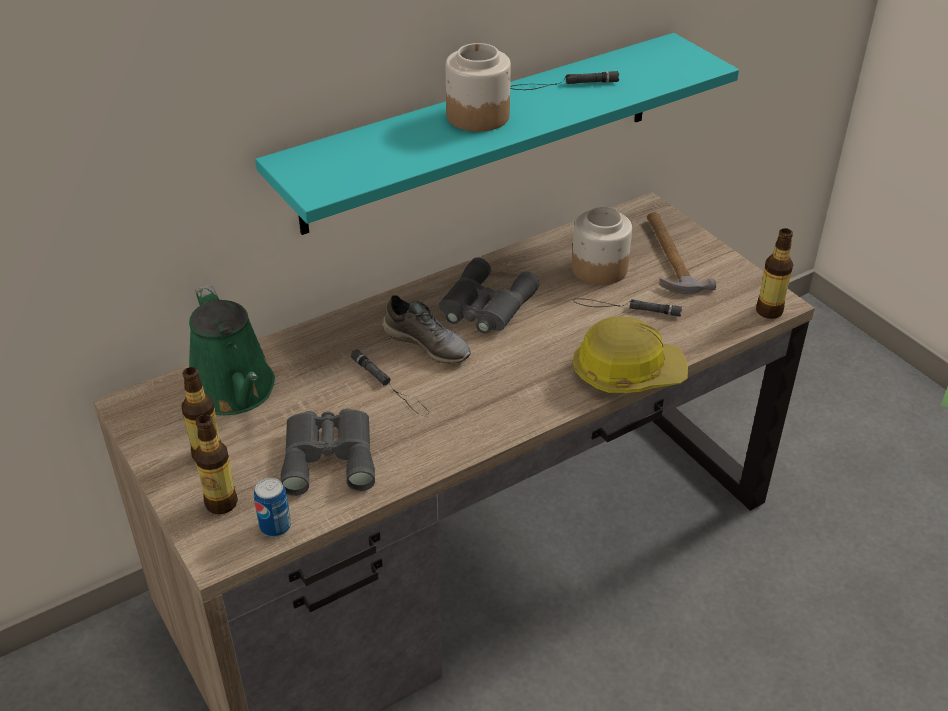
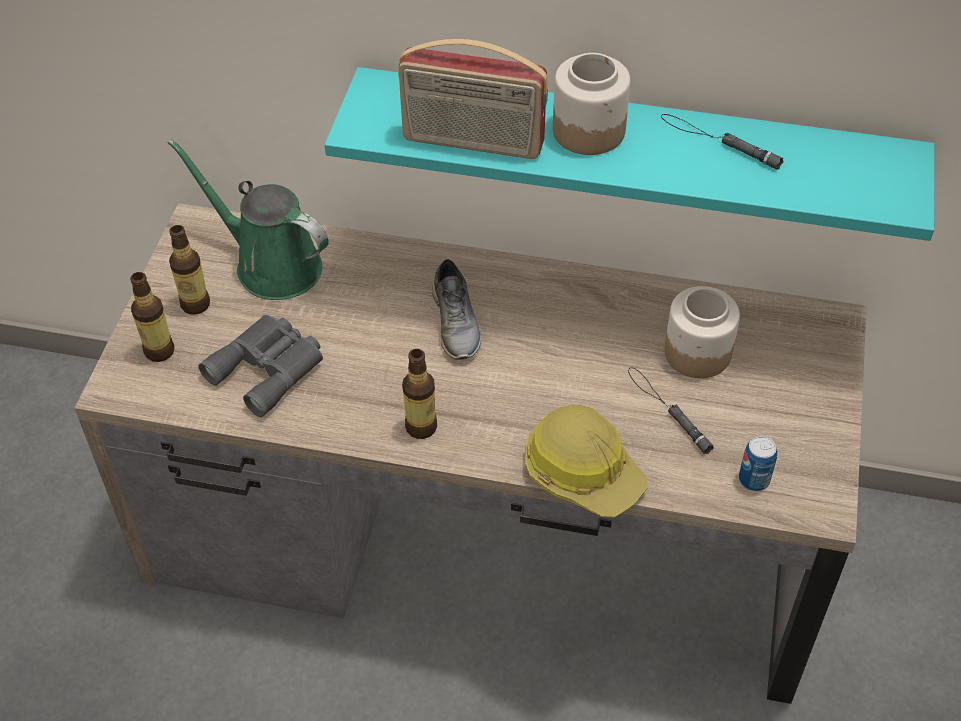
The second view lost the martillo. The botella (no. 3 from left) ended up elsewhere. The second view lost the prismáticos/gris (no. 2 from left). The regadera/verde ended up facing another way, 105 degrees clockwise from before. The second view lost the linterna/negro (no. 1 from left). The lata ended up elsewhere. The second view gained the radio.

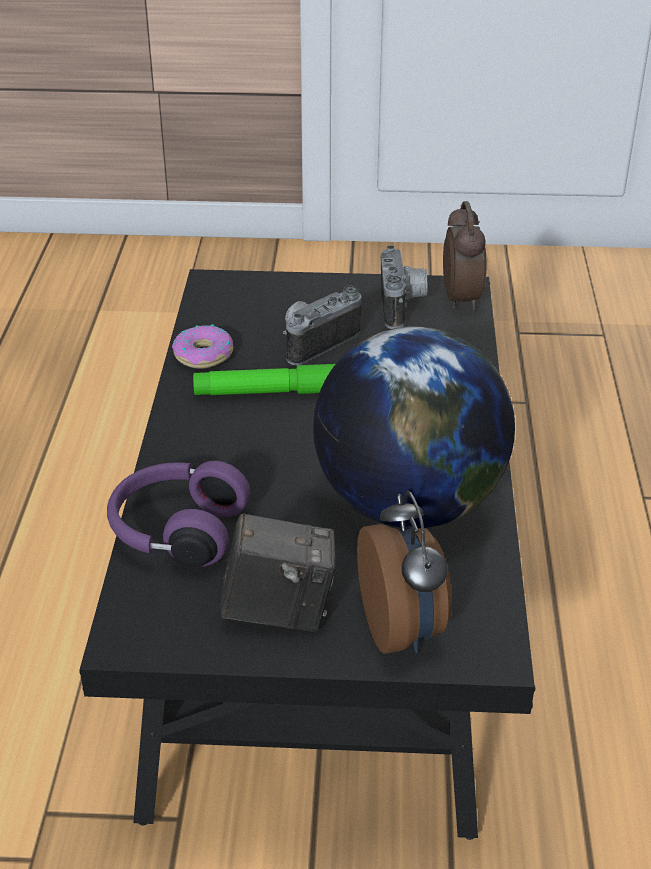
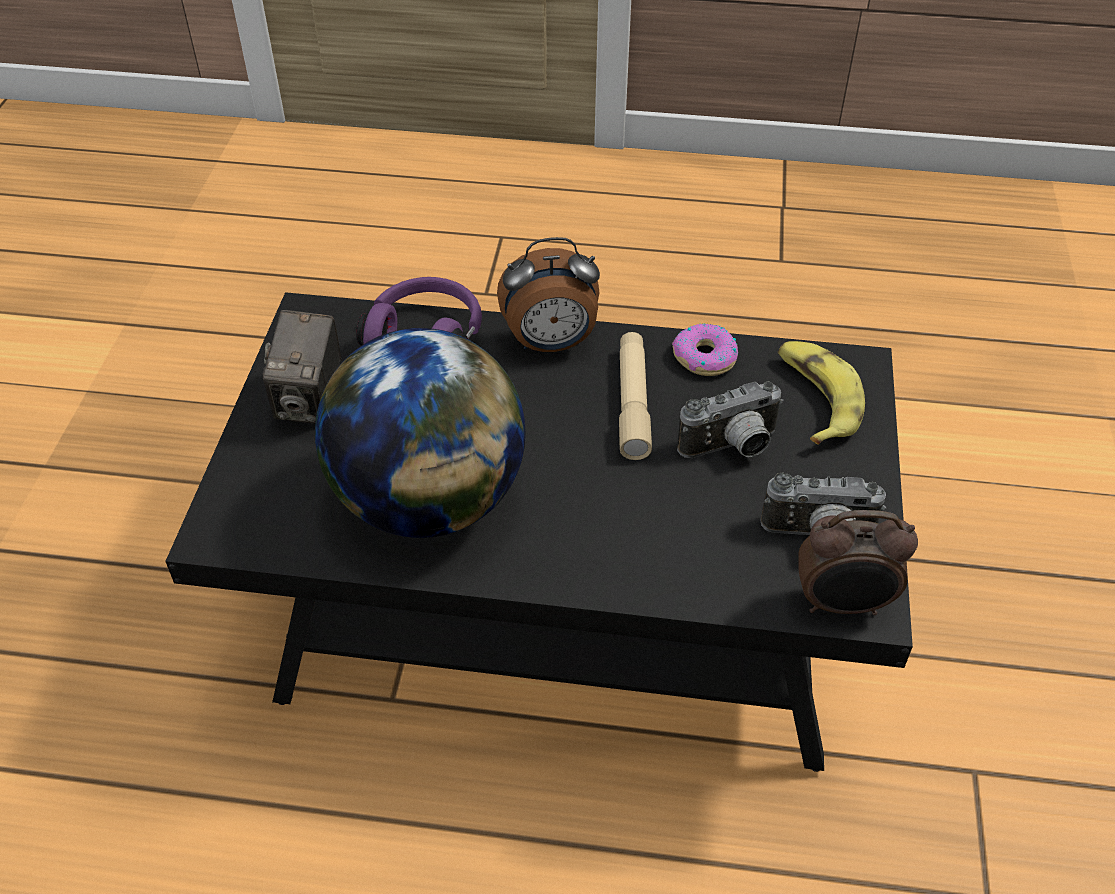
The cámara (no. 2 from left) ended up facing another way, 105 degrees clockwise from before. What was the linterna/verde turned into the linterna/beis. The despertador (no. 1 from left) ended up elsewhere. The second view gained the plátano.

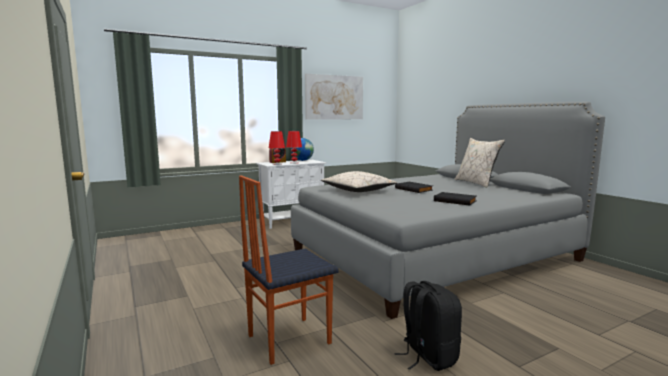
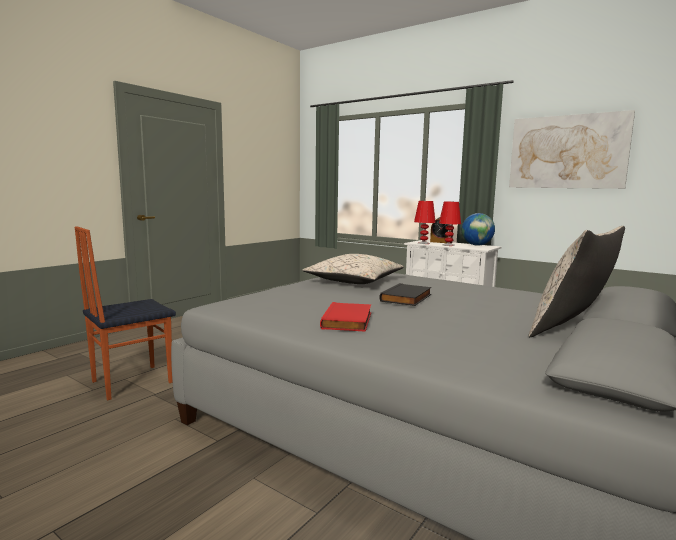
The silla ended up facing another way, 75 degrees counterclockwise from before. What was the libro/negro (no. 2 from left) turned into the libro/rojo. The second view lost the mochila/negro.

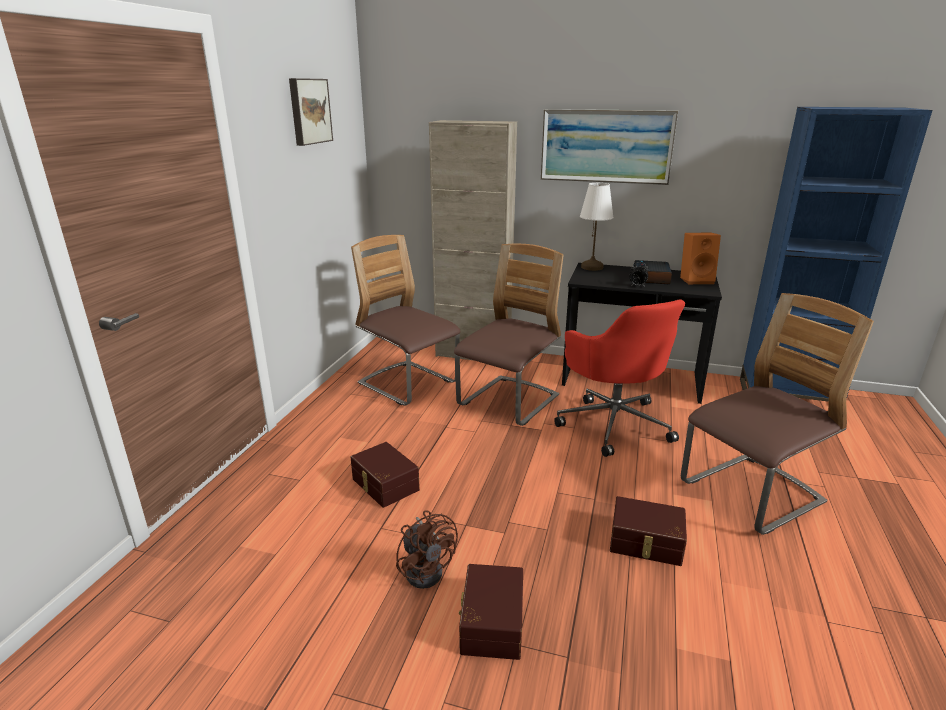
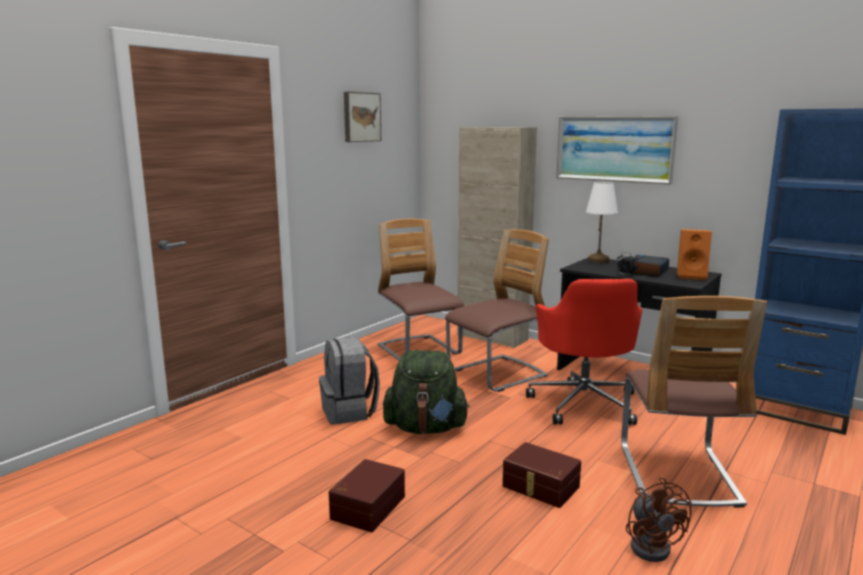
The silla (no. 3 from left) ended up facing another way, 105 degrees clockwise from before. Where the caja de almacenaje/marrón (no. 1 from left) stood, the mochila/gris came to stand. The ventilador/marrón ended up elsewhere. The second view gained the mochila/verde.

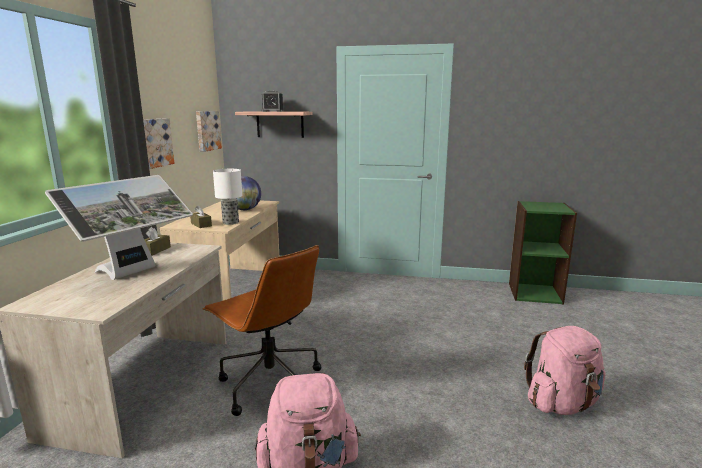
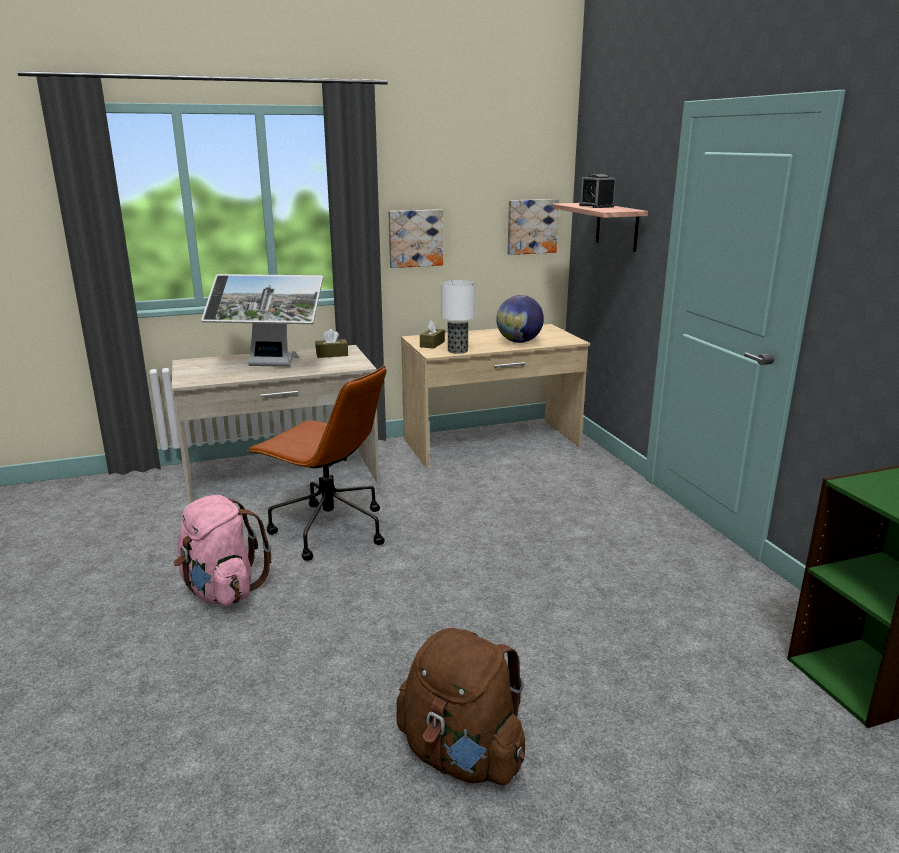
The silla de oficina/marrón ended up facing another way, 75 degrees counterclockwise from before. What was the mochila/rosa (no. 2 from left) turned into the mochila/marrón.

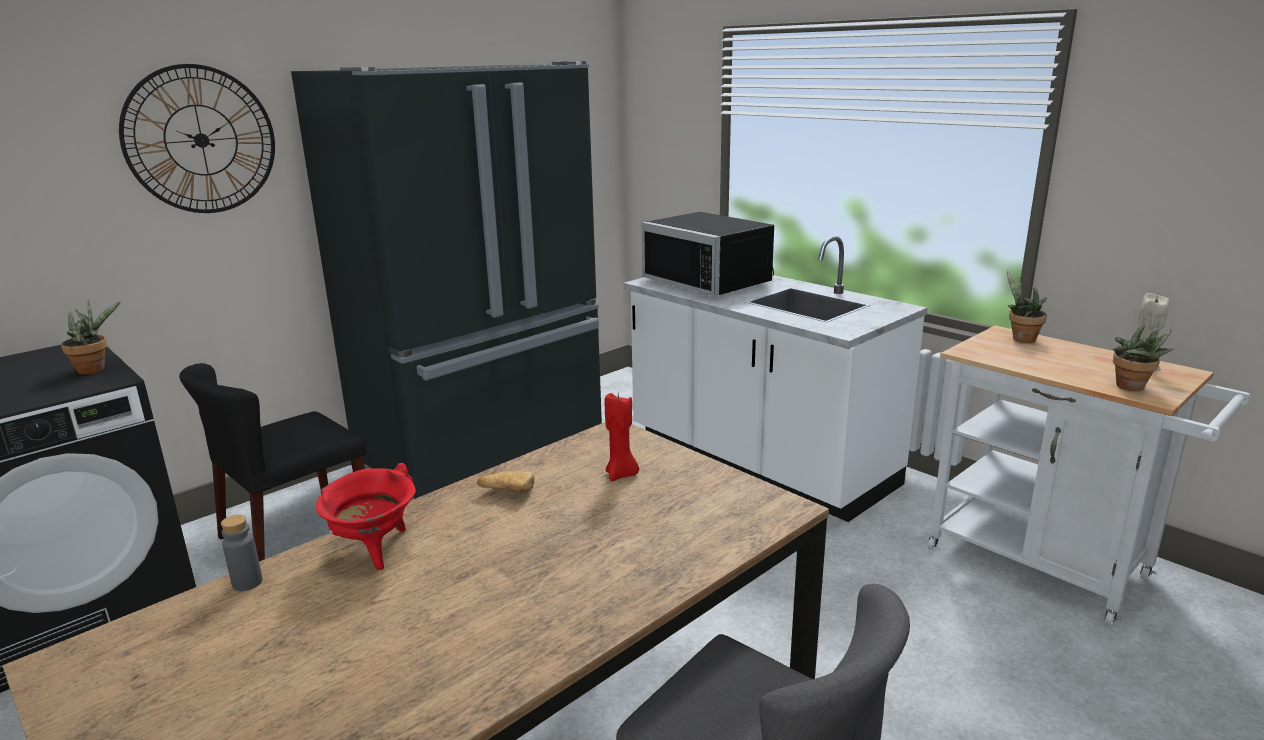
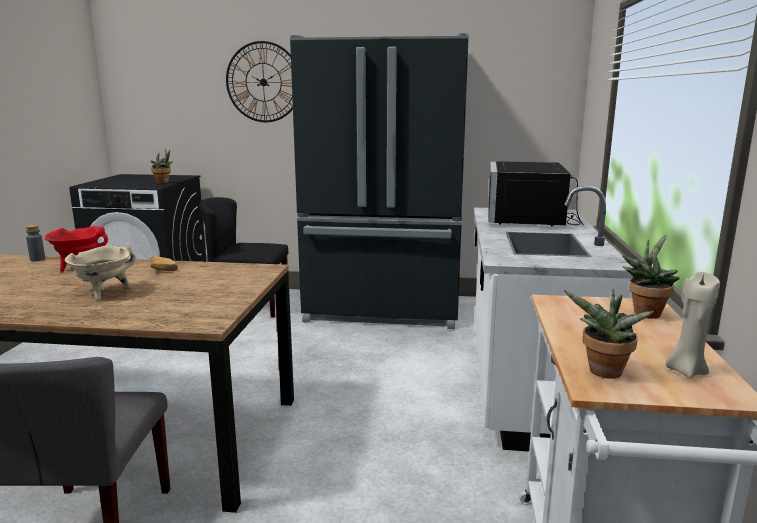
The second view lost the vela/rojo. The second view gained the olla/beis.

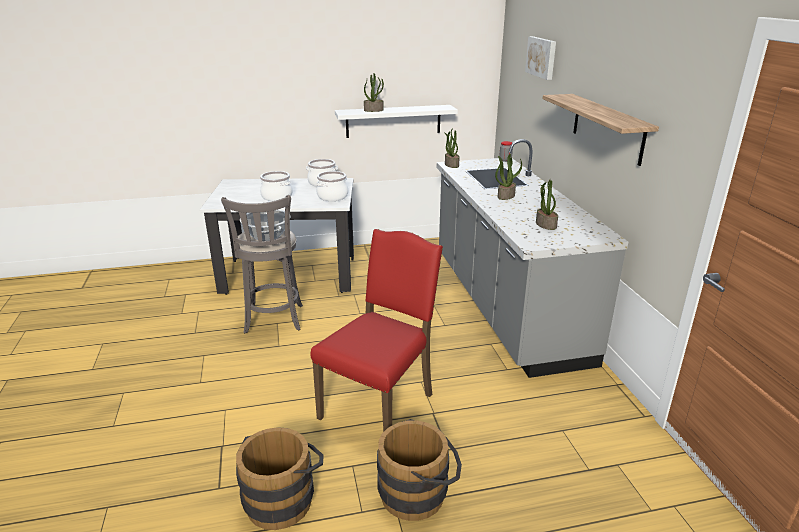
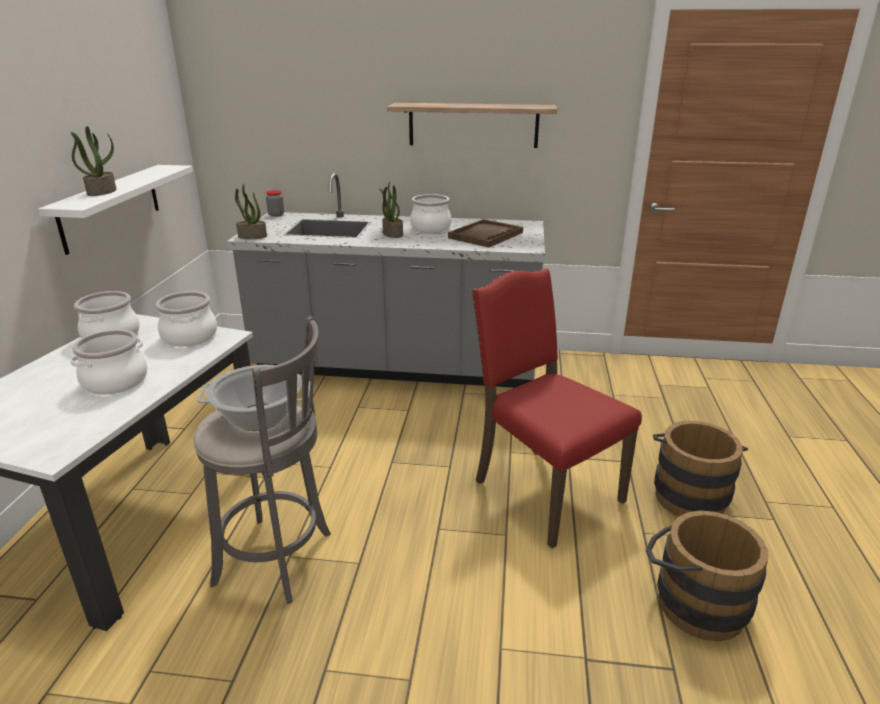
The second view lost the cuadro. Where the planta en maceta (no. 4 from left) stood, the bandeja/marrón came to stand. The second view gained the olla (no. 5 from left).

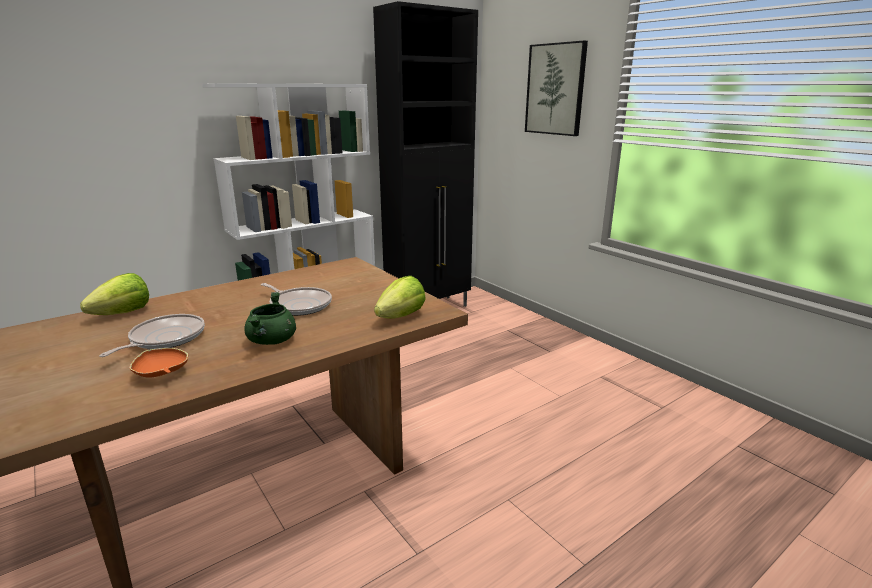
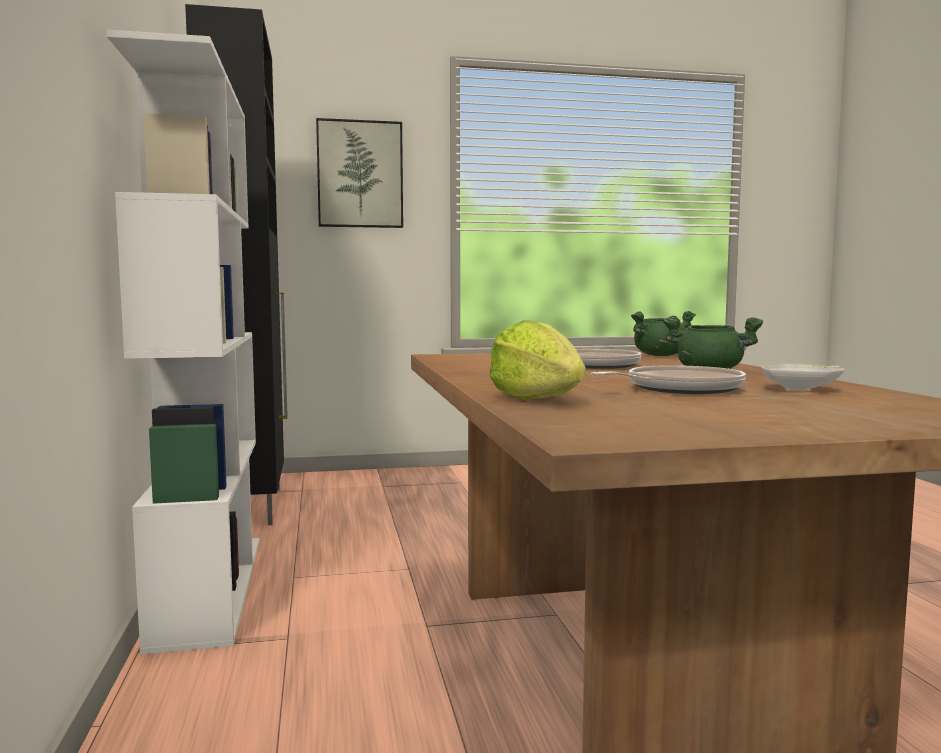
Where the lechuga (no. 2 from left) stood, the olla/verde (no. 1 from left) came to stand. The sartén (no. 1 from left in the first image) ended up facing another way, 105 degrees clockwise from before. What was the cuenco/naranja turned into the cuenco/blanco.

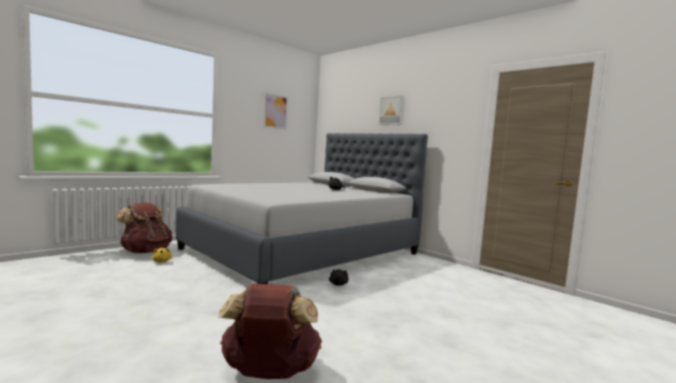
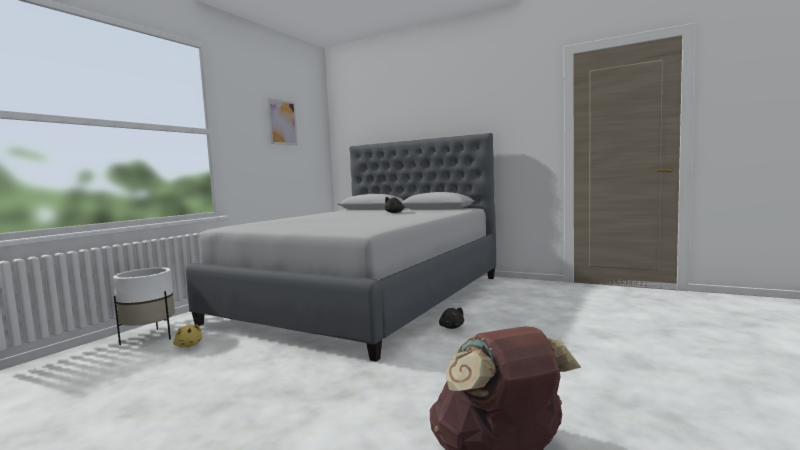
The second view lost the cuadro (no. 2 from left). Where the mochila/marrón (no. 1 from left) stood, the maceta/blanco came to stand.

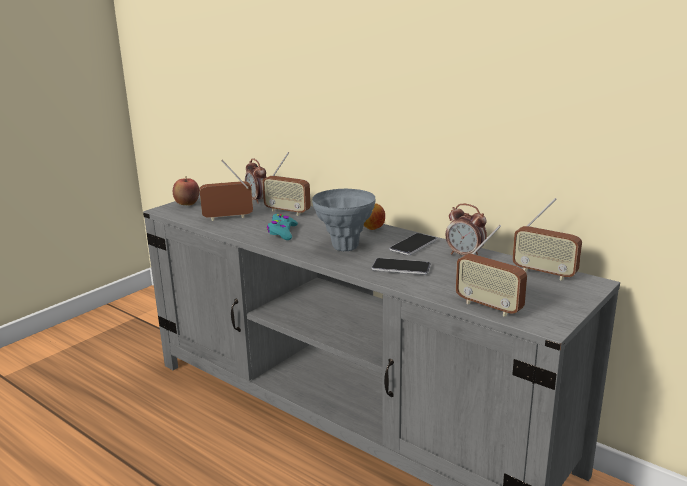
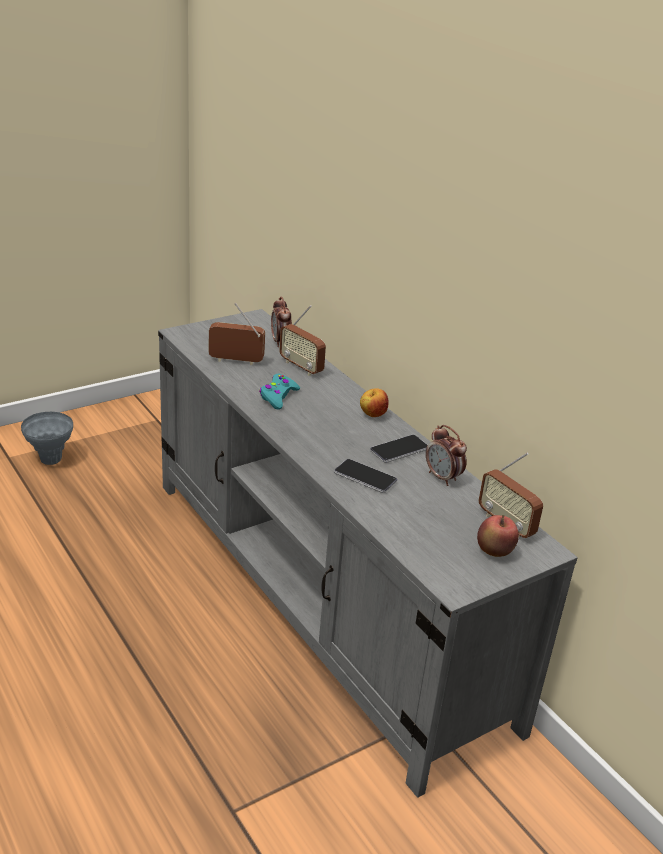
The manzana (no. 1 from left in the first image) ended up elsewhere. The florero/gris ended up elsewhere. The second view lost the radio (no. 3 from left).

